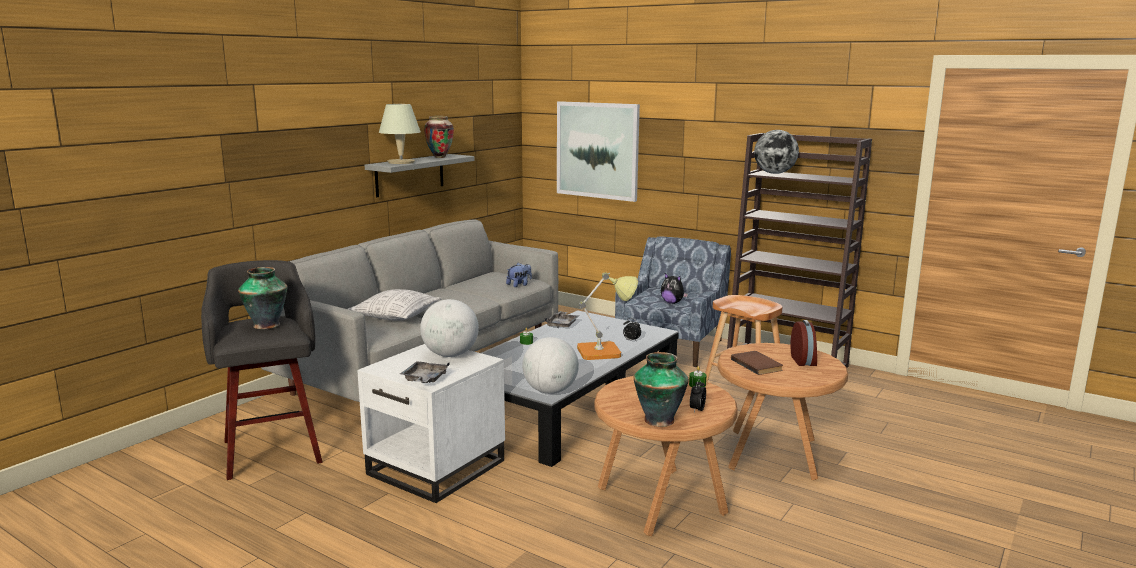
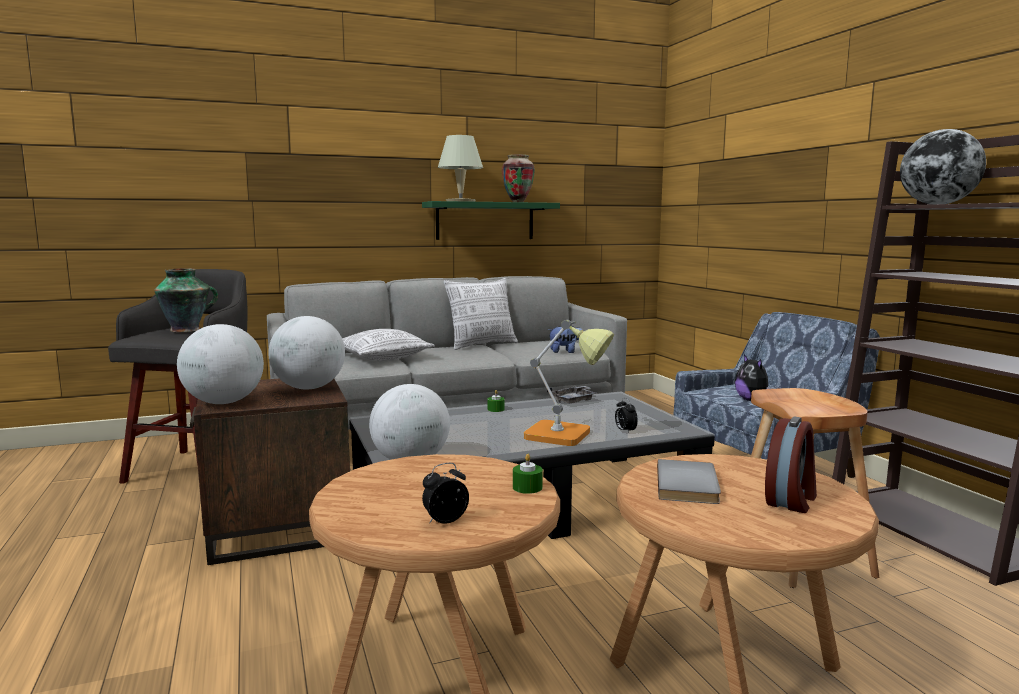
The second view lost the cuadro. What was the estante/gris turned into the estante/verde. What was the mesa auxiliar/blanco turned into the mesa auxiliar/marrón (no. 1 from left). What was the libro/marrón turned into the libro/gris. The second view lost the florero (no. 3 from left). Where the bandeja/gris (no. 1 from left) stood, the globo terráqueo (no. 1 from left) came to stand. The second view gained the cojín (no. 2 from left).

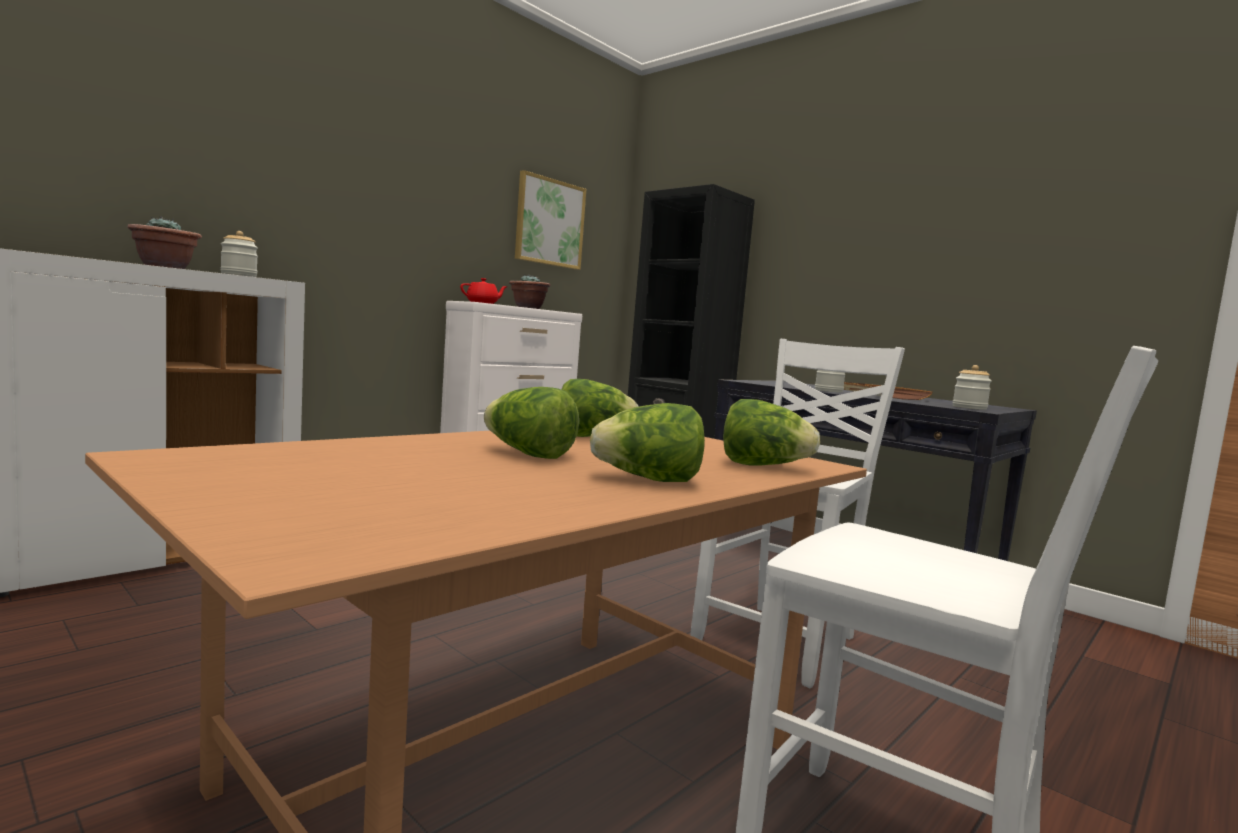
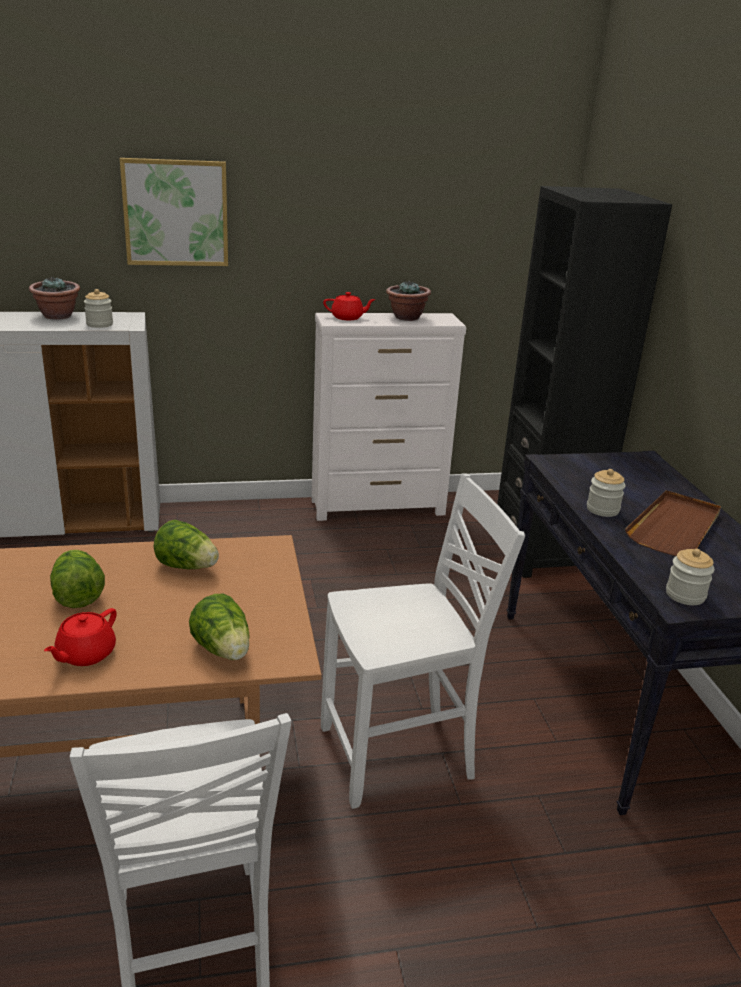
The cuadro ended up elsewhere. Where the lechuga (no. 3 from left) stood, the tetera/rojo (no. 1 from left) came to stand.

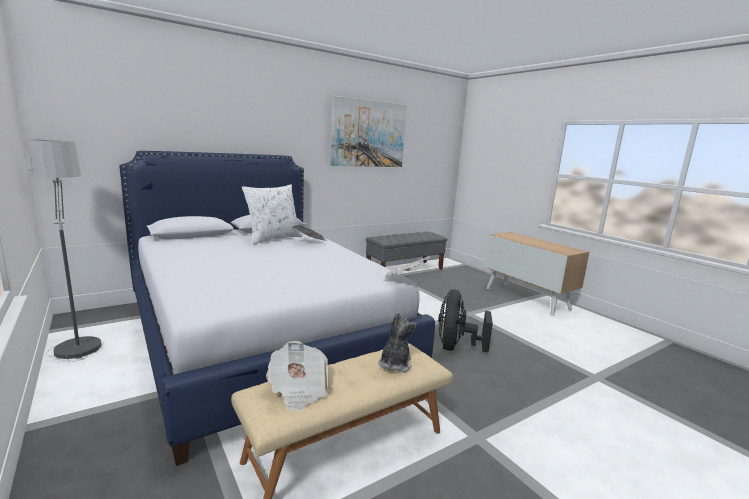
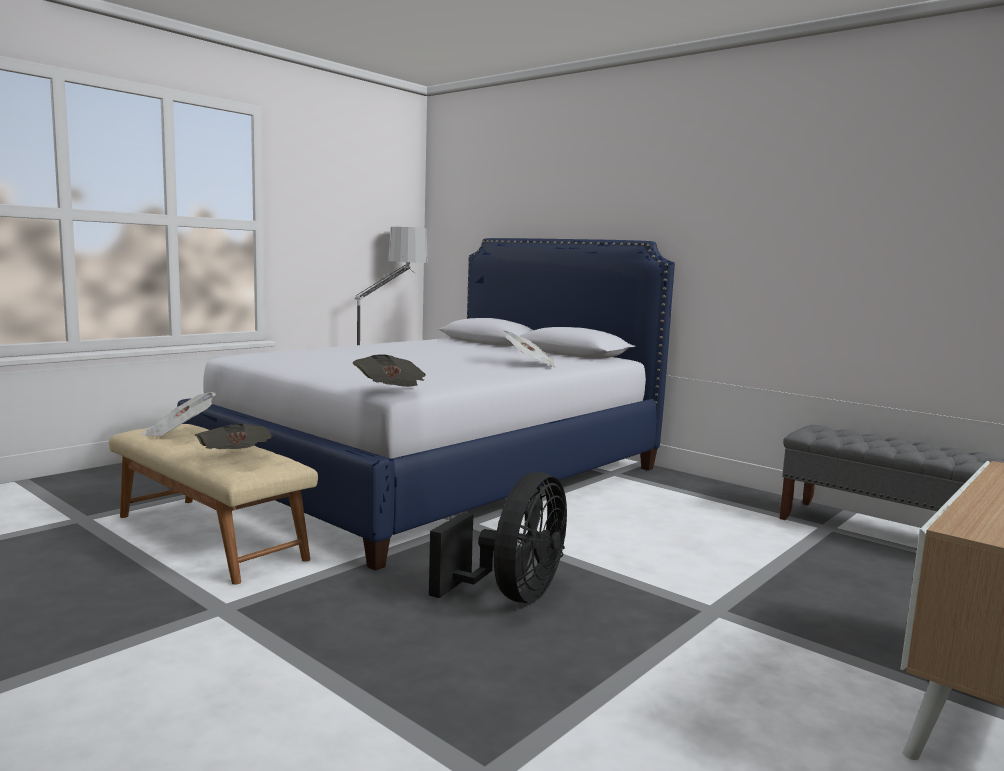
The second view lost the cuadro. The second view lost the cojín/blanco. The ventilador/negro ended up facing another way, 120 degrees clockwise from before. Where the peluche stood, the periódico (no. 2 from left) came to stand.

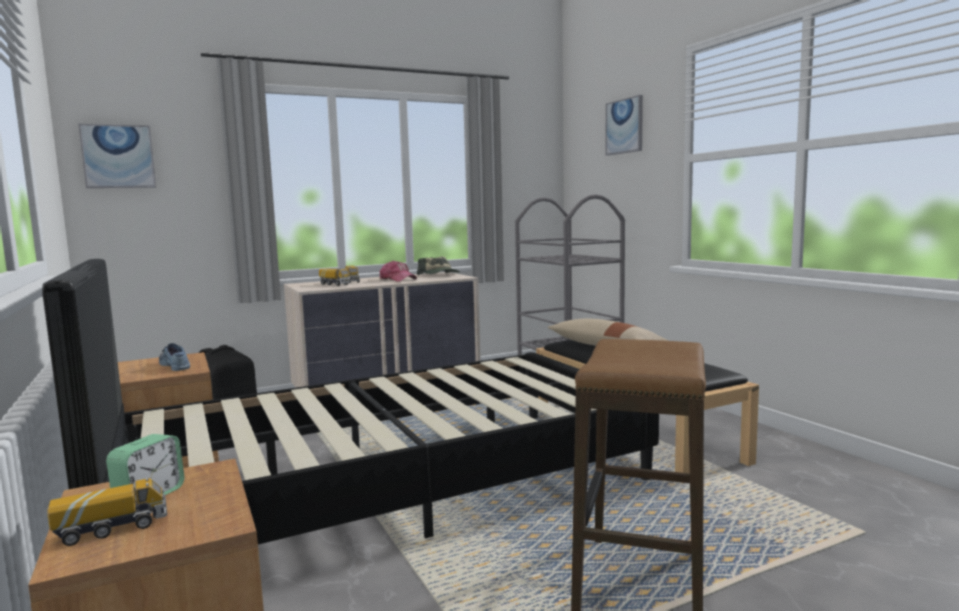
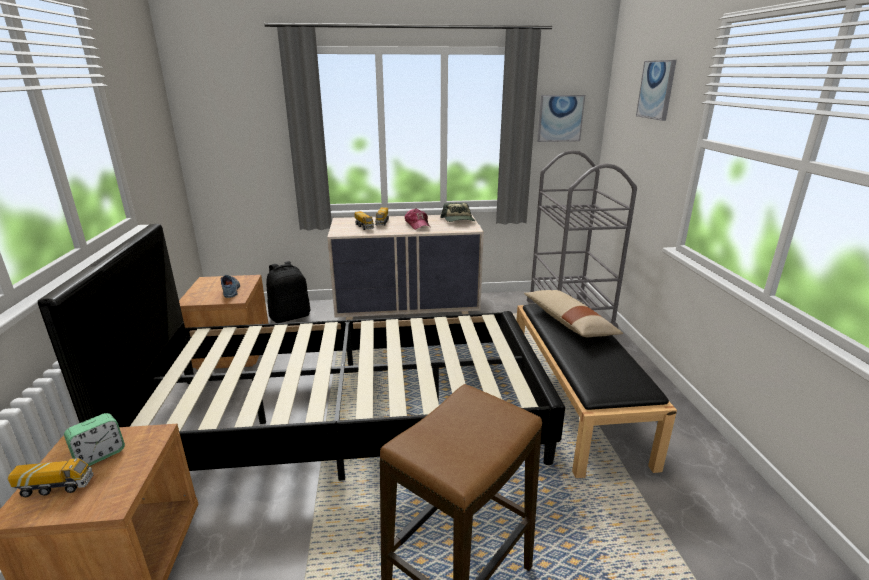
The cuadro (no. 1 from left) ended up elsewhere.

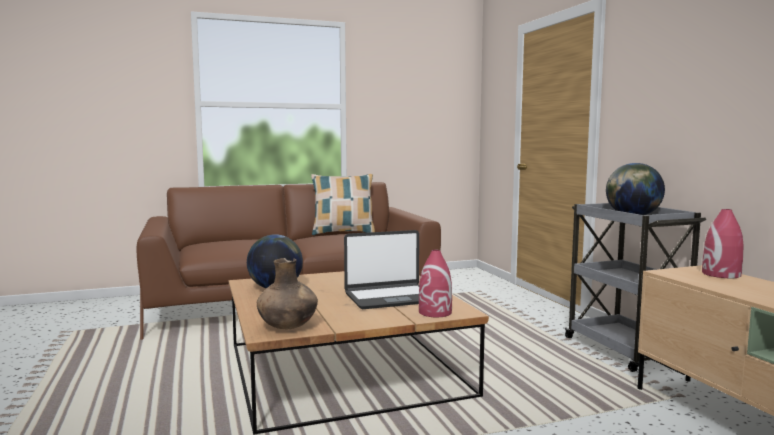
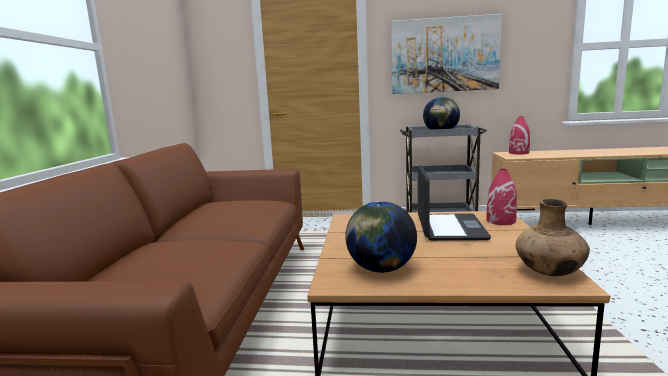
The second view lost the cojín. The second view gained the cuadro.

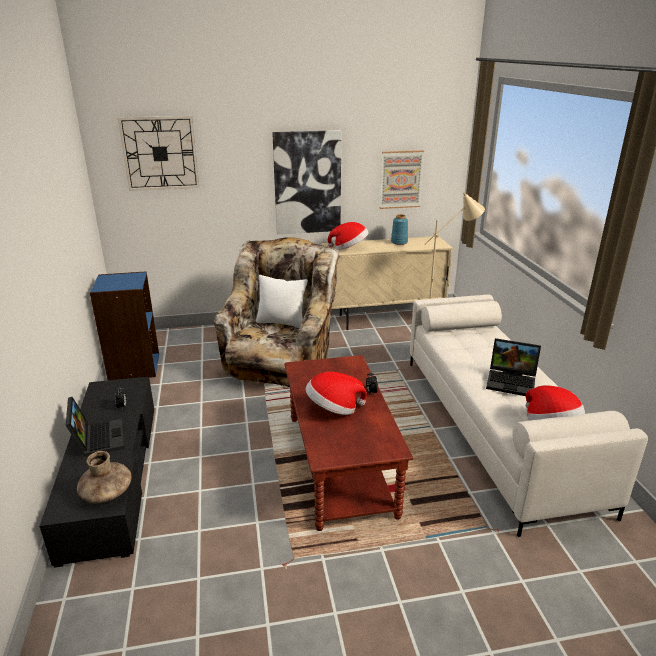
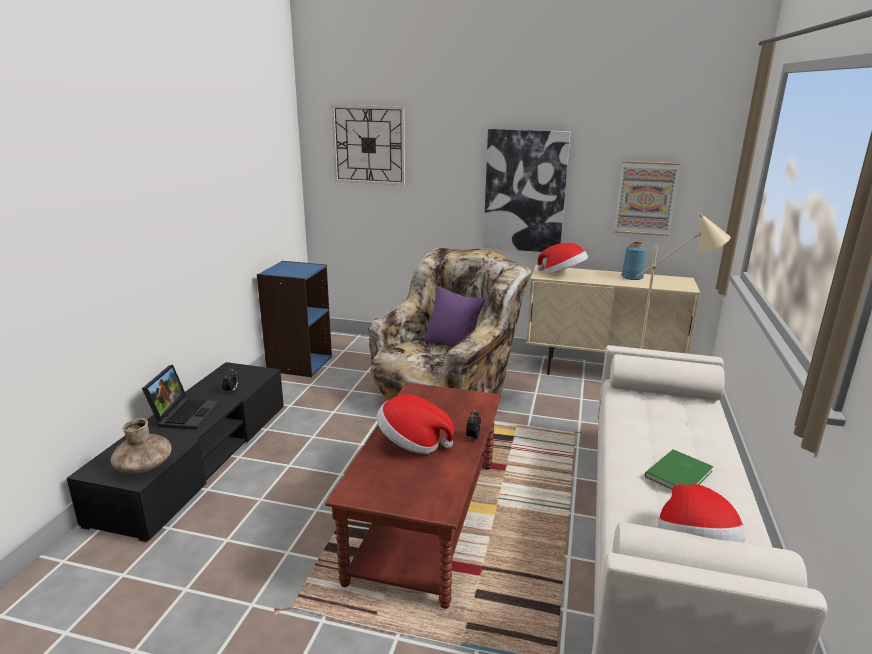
What was the cojín/blanco turned into the cojín/morado. Where the portátil (no. 2 from left) stood, the libro/verde came to stand.

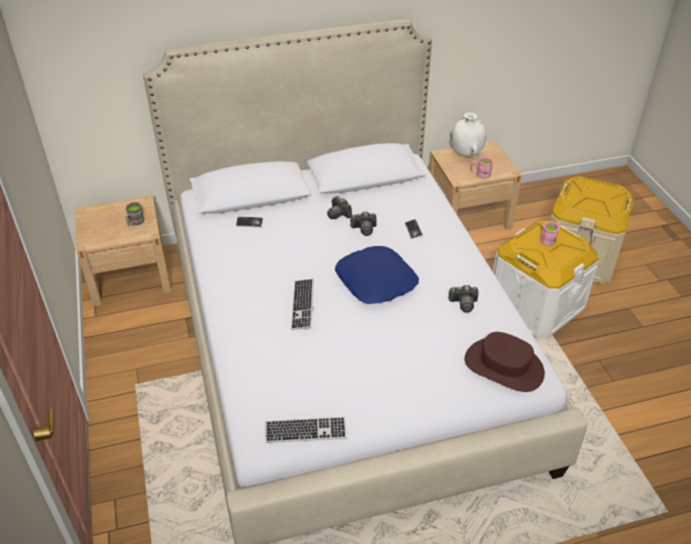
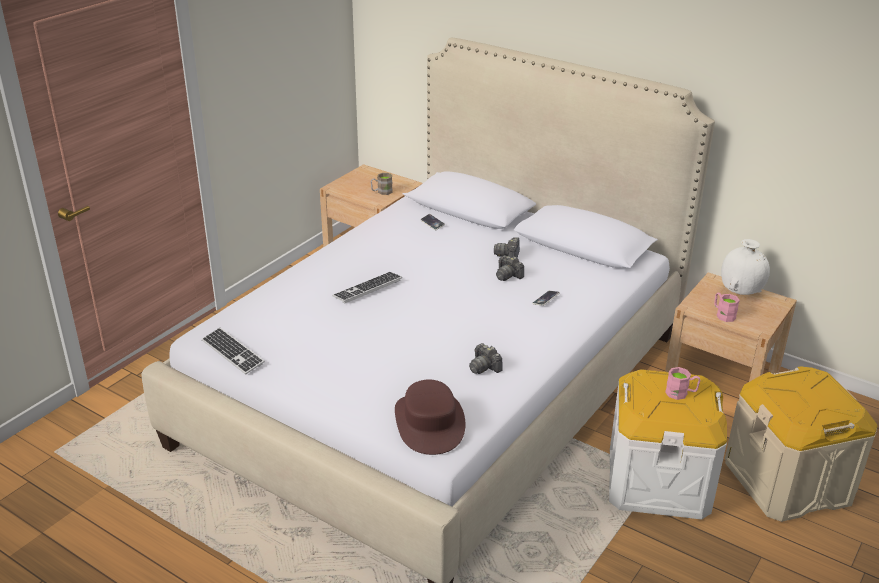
The second view lost the cojín/azul.

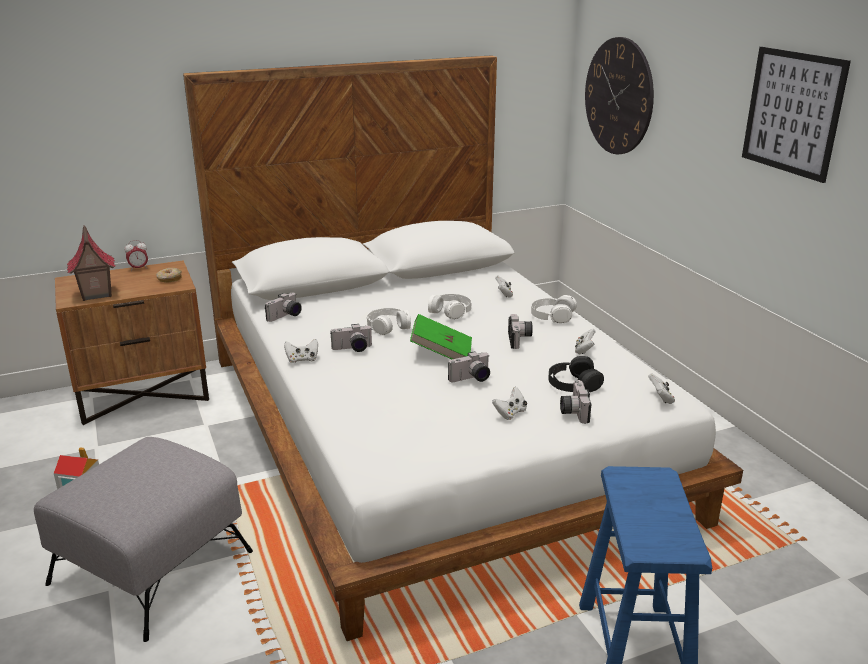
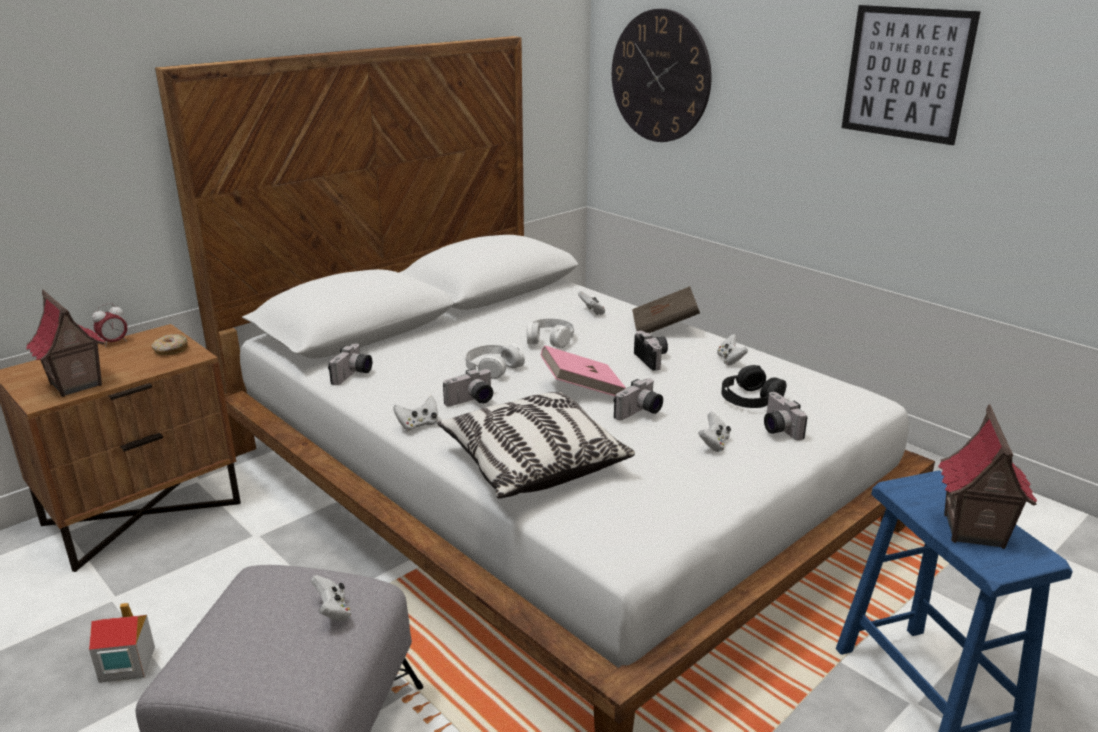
Where the auriculares/blanco (no. 3 from left) stood, the libro/marrón came to stand. What was the libro/verde turned into the libro/rosa. The mando de consola/blanco (no. 5 from left in the first image) ended up elsewhere. The second view gained the cojín. The second view gained the casita (no. 3 from left).

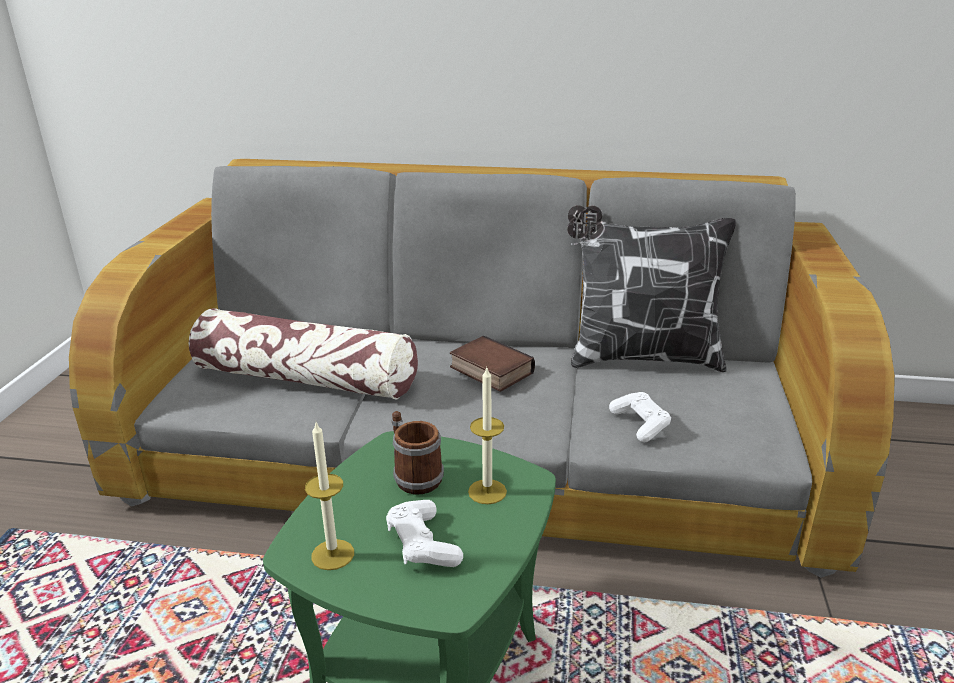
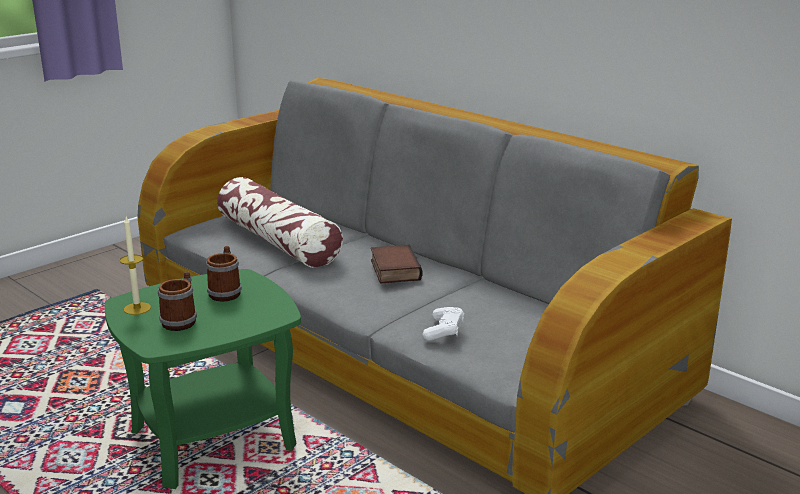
The second view lost the cojín (no. 2 from left). The second view lost the vela (no. 2 from left). Where the mando de consola/blanco (no. 1 from left) stood, the taza grande (no. 1 from left) came to stand.

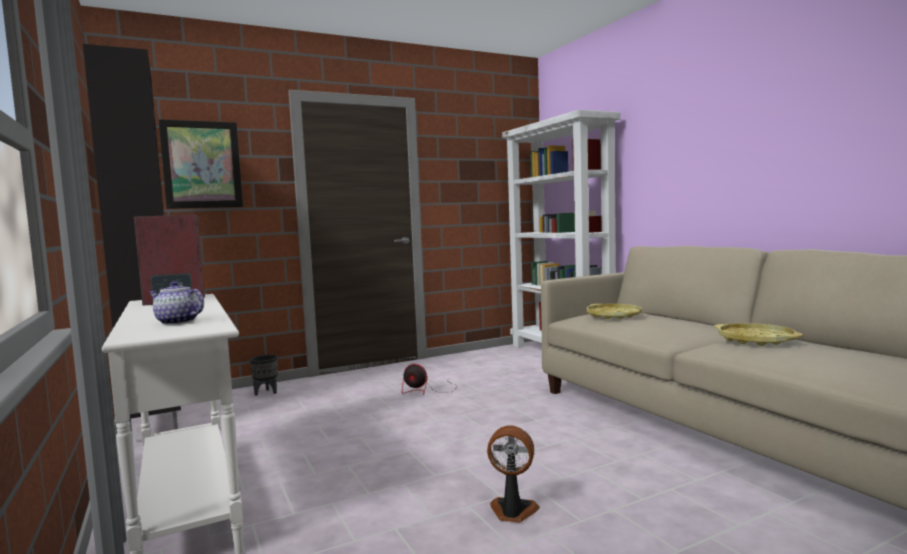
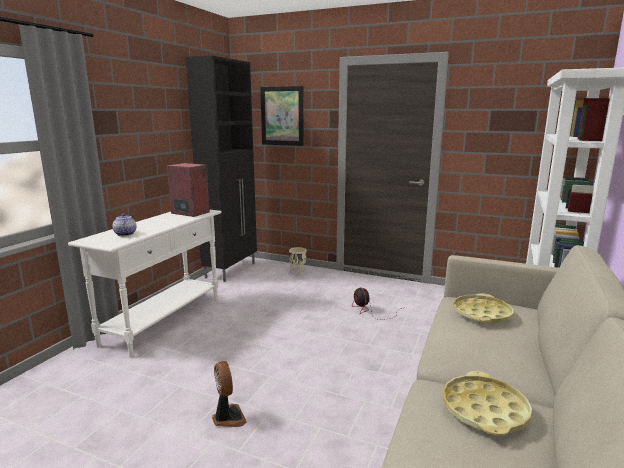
What was the maceta/negro turned into the maceta/beis.

